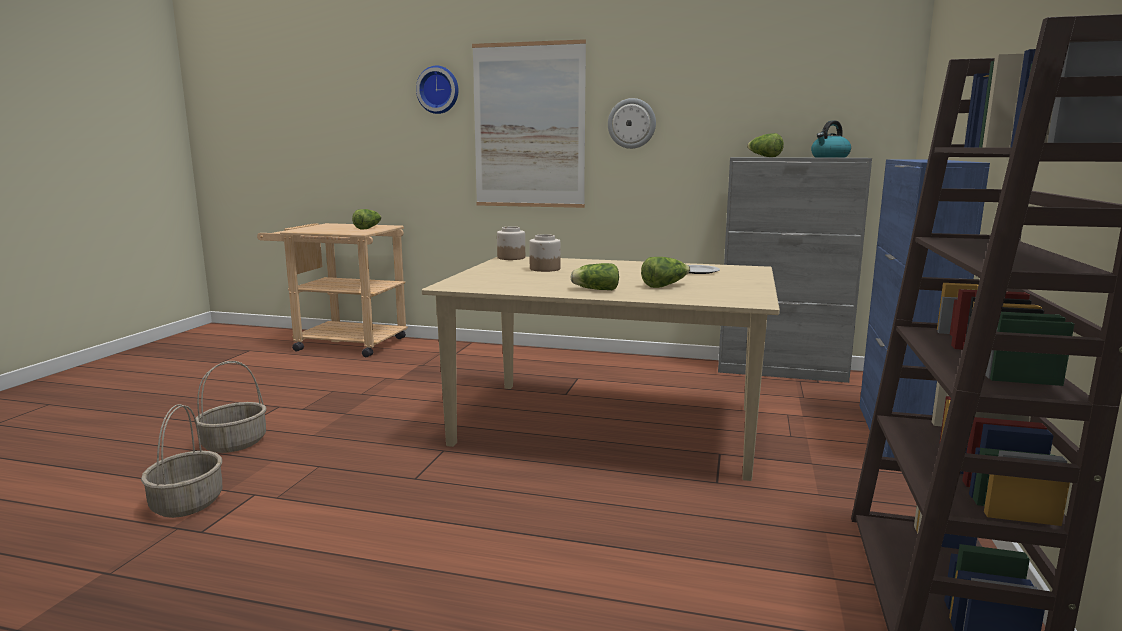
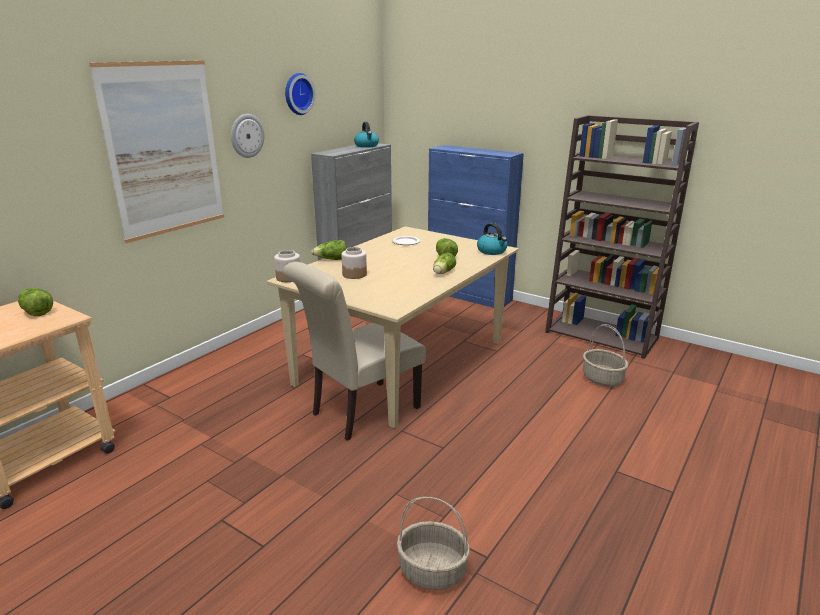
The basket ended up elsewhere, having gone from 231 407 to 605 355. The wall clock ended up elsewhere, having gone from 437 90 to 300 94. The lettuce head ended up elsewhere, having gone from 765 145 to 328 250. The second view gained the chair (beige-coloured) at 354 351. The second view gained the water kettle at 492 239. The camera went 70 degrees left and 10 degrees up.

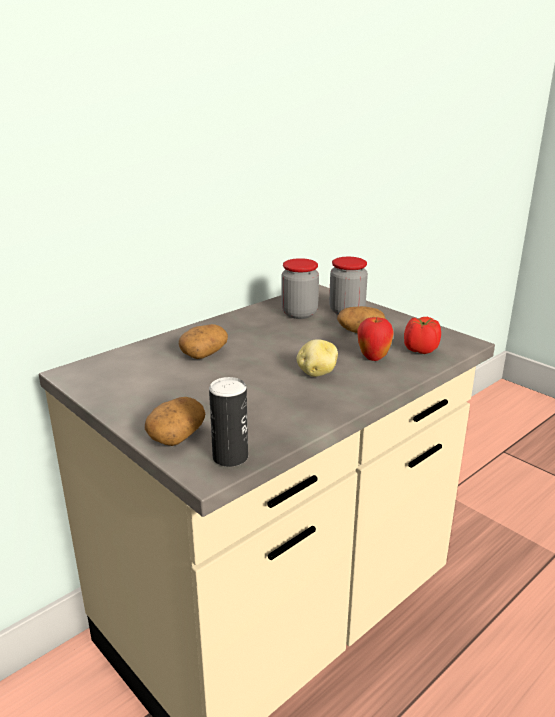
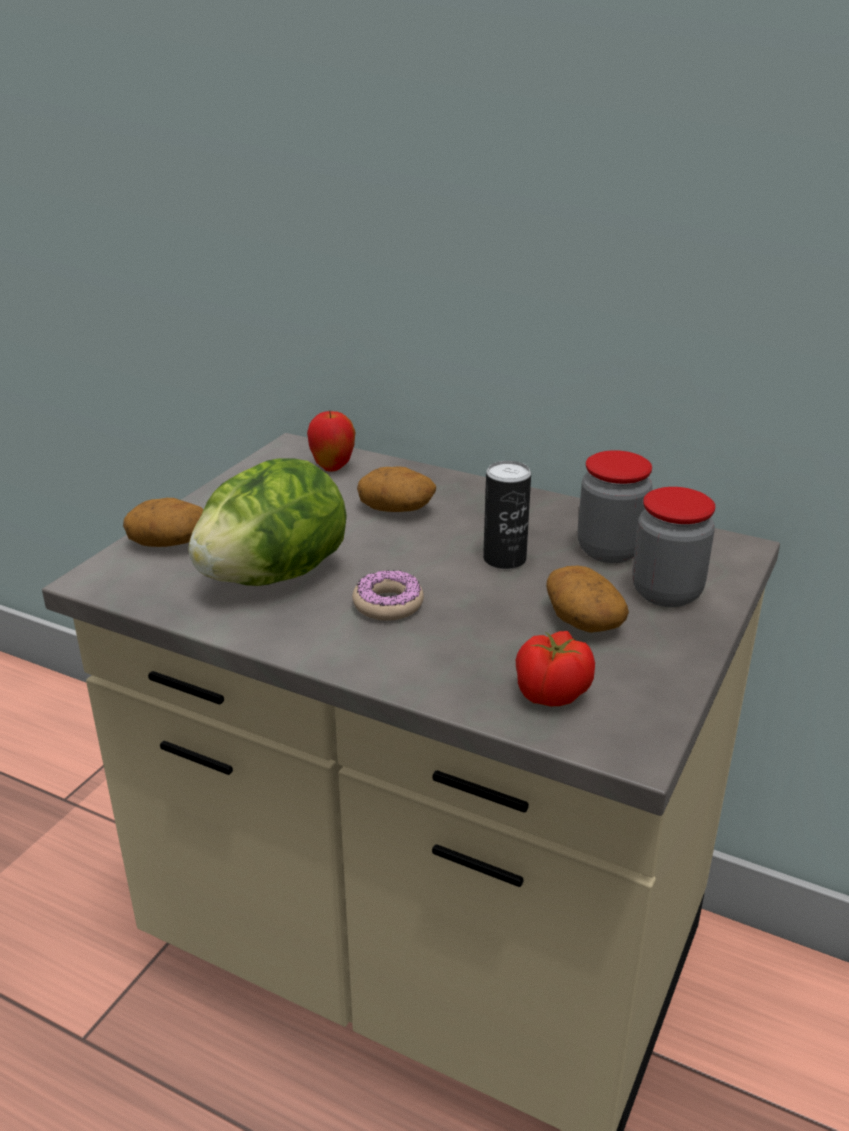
The metal can ended up elsewhere, having gone from 228 422 to 507 515. Where the potato stood at 317 358, the ring doughnut came to stand at 388 595. The apple ended up elsewhere, having gone from 375 339 to 331 441. The second view gained the lettuce head at 267 522. The camera went 70 degrees right and 5 degrees up.

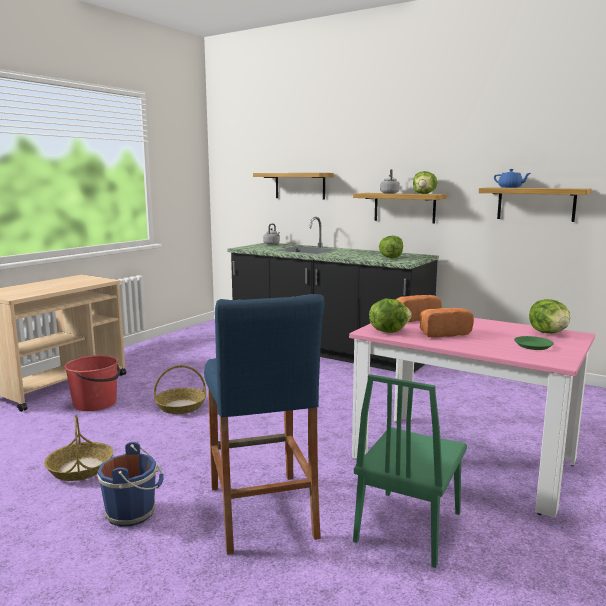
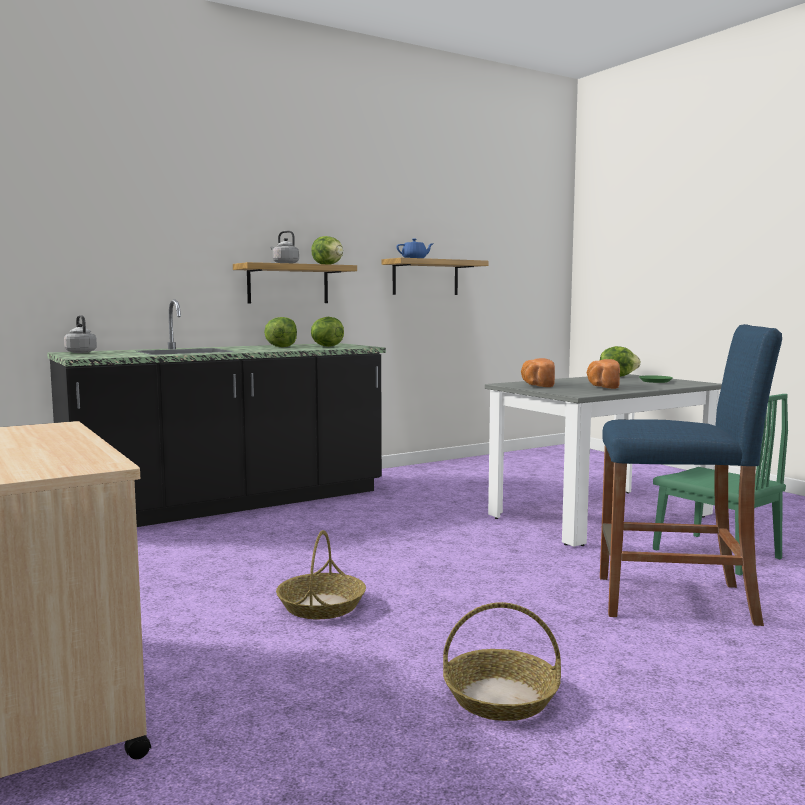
The second view lost the bucket (red) at 92 383. The second view lost the bucket (blue) at 130 484. The second view lost the bracket shelf at 293 186. What was the kitchen table (pink) at 472 418 turned into the kitchen table (grey) at 603 460. The lettuce head ended up elsewhere, having gone from 390 315 to 280 332. The camera went 65 degrees left and 5 degrees down.

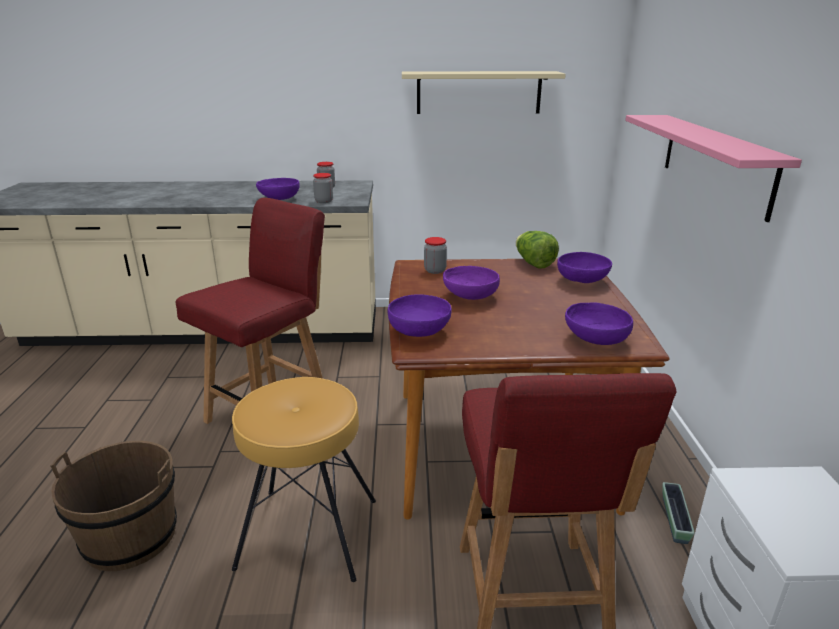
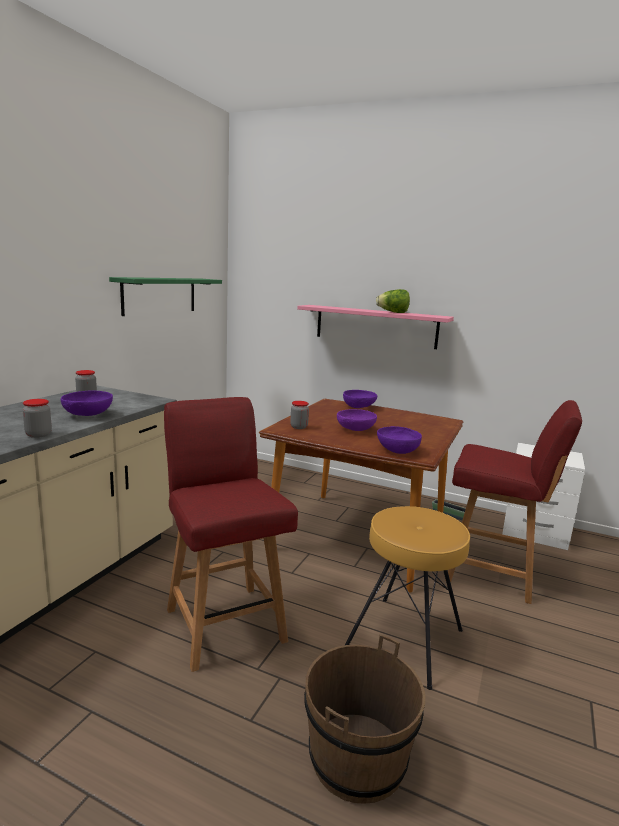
The storage jar ended up elsewhere, having gone from 323 188 to 37 418. What was the bracket shelf (beige-coloured) at 484 92 turned into the bracket shelf (green-coloured) at 165 296. The lettuce head ended up elsewhere, having gone from 537 250 to 393 301. The second view lost the bowl (purple-coloured) at 599 323. The camera went 65 degrees left and 10 degrees down.

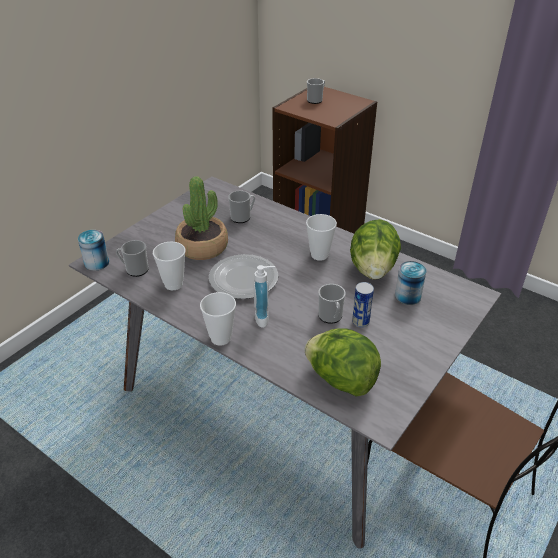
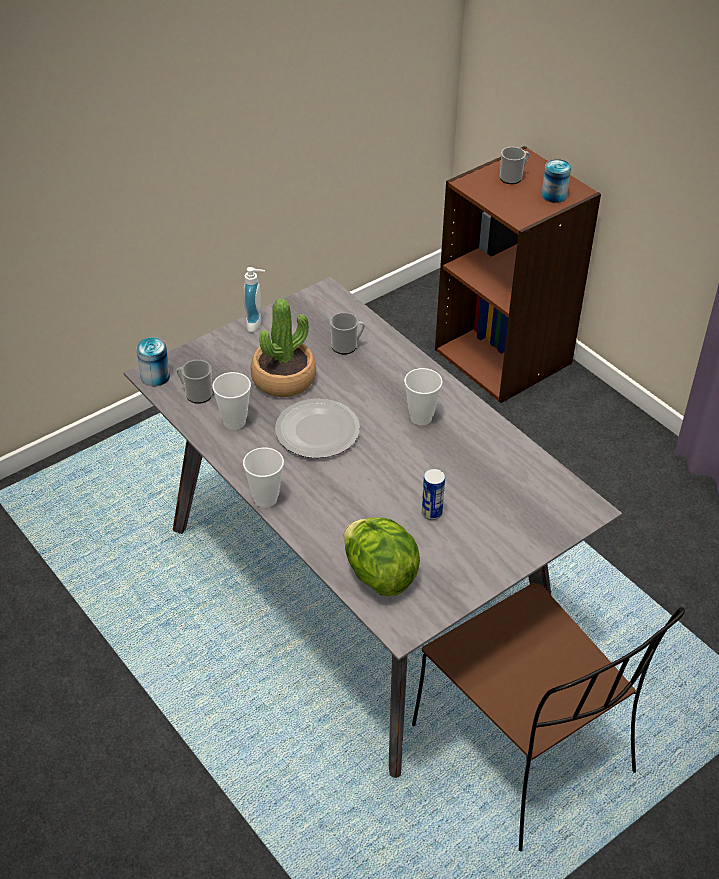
The soap dispenser ended up elsewhere, having gone from 264 296 to 254 299. The second view lost the mug at 332 304. The second view lost the lettuce head at 375 249. The metal can ended up elsewhere, having gone from 410 283 to 556 181. The camera went 15 degrees right and 5 degrees up.

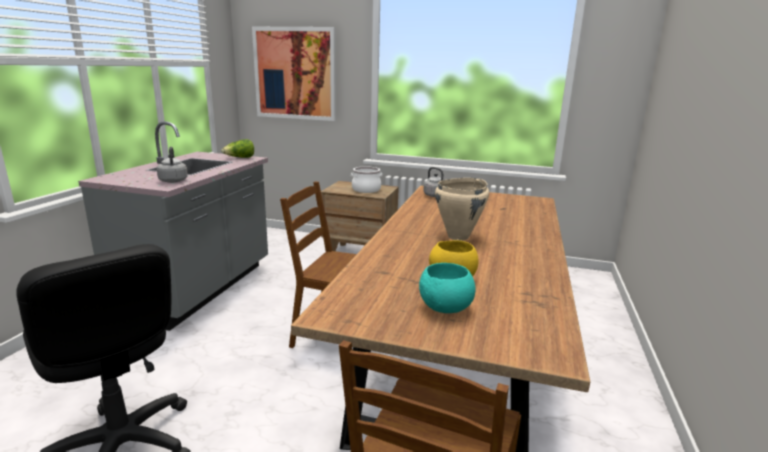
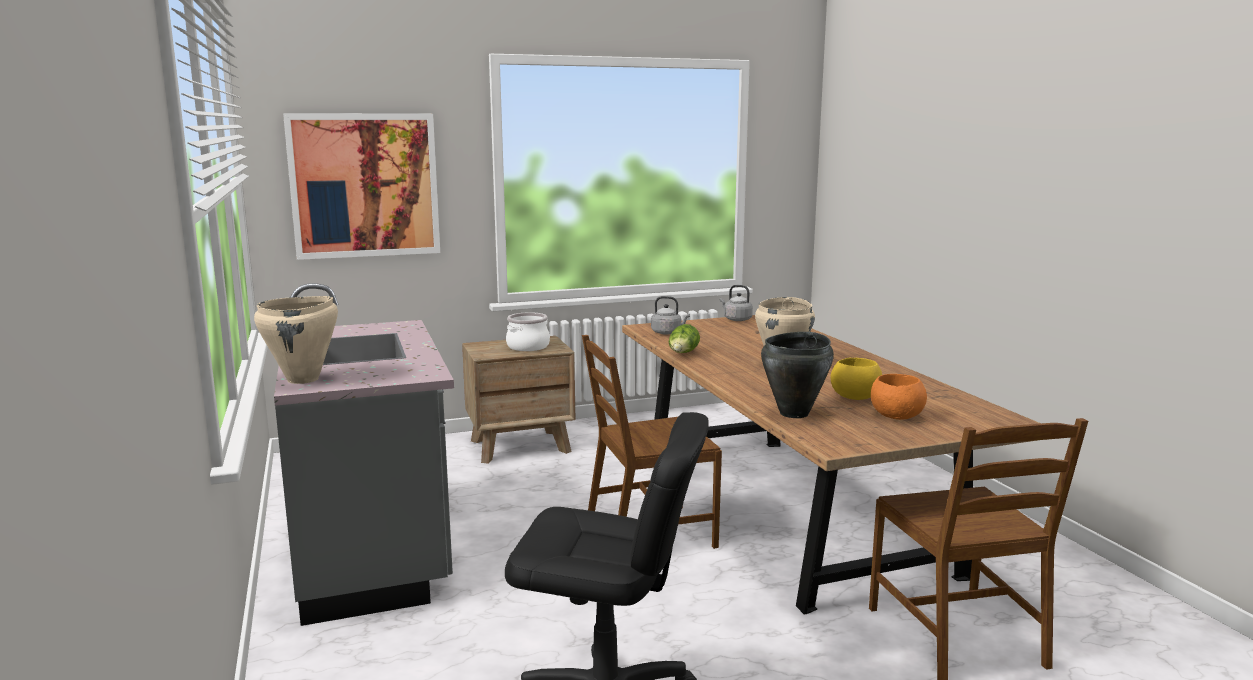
The water kettle (grey) ended up elsewhere, having gone from 172 164 to 736 303. The lettuce head ended up elsewhere, having gone from 237 148 to 684 338. What was the bowl (turquoise-coloured) at 447 288 turned into the bowl (orange) at 899 397. The second view gained the stockpot (beige-coloured) at 296 340. The second view gained the stockpot (blackish) at 797 375. The camera went 35 degrees left and 5 degrees down.

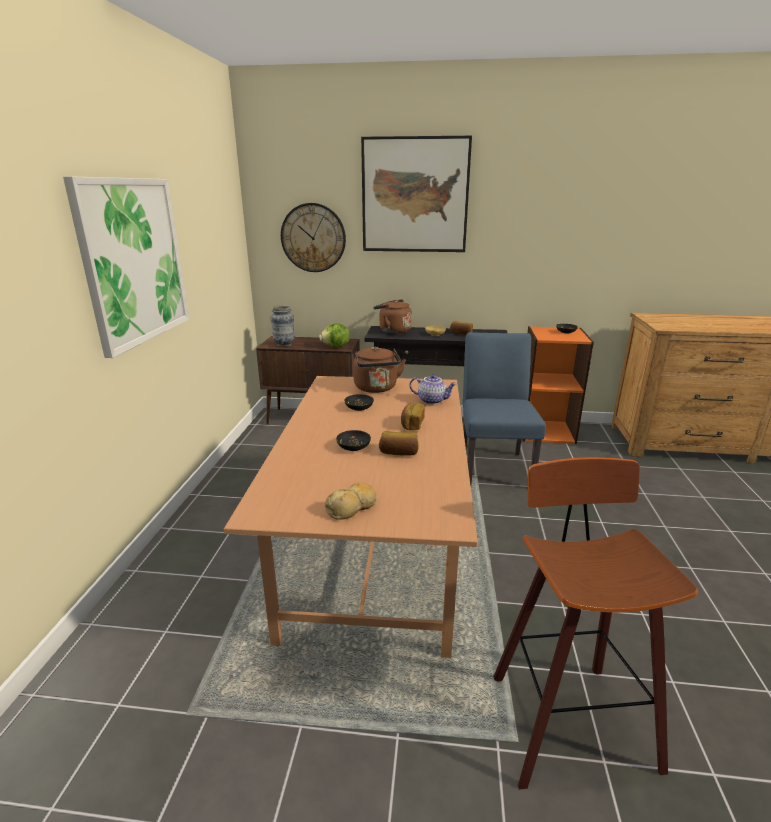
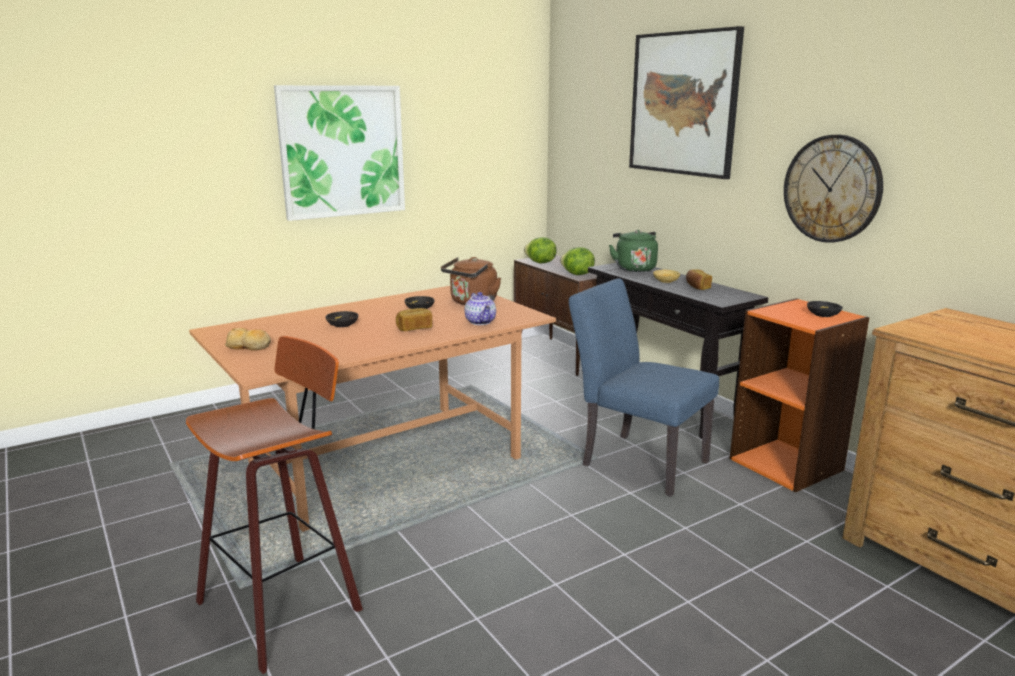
Where the vase stood at 282 326, the lettuce head came to stand at 540 250. The wall clock ended up elsewhere, having gone from 313 237 to 833 189. What was the water kettle (brown-coloured) at 392 316 turned into the water kettle (green-coloured) at 633 251. The second view lost the bread at 398 443. The chair (blue) at 504 409 ended up facing another way, 105 degrees counterclockwise from before. The camera went 50 degrees right and 5 degrees down.

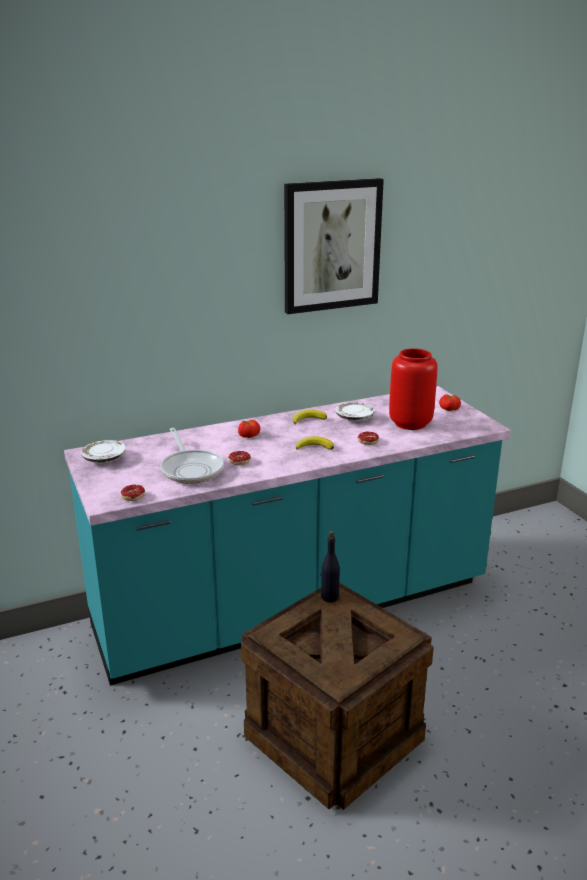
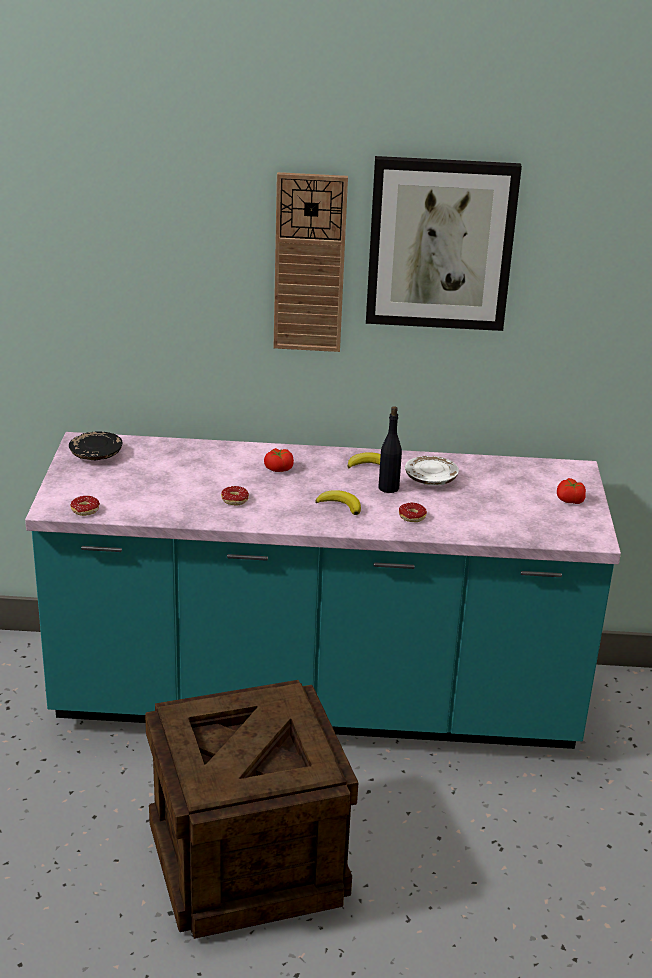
What was the dinner plate (white) at 103 451 turned into the dinner plate (blackish) at 96 445. The second view lost the skillet at 192 456. The beverage bottle (blackish) ended up elsewhere, having gone from 330 567 to 390 449. The second view lost the vase (red) at 413 389. The second view gained the wall clock at 311 262. The camera went 25 degrees right and 5 degrees up.

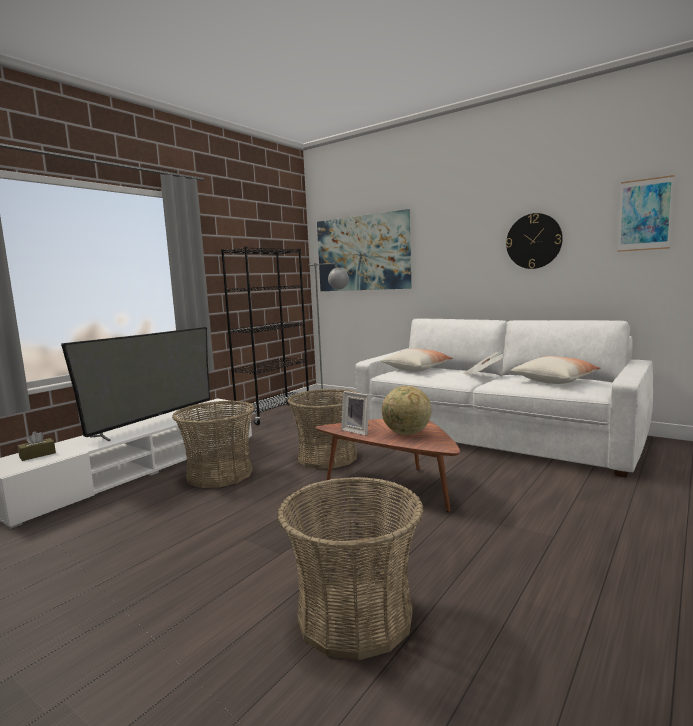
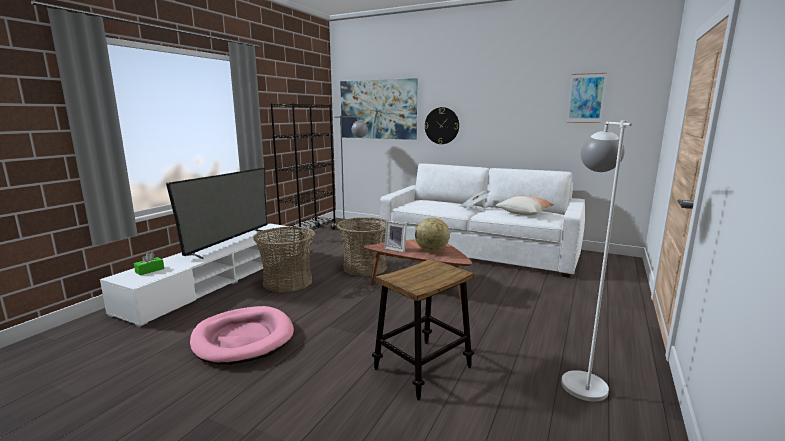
What was the box of tissues (brown-coloured) at 36 446 turned into the box of tissues (green-coloured) at 149 263. Where the basket stood at 350 568, the sitting stool came to stand at 423 329. The second view lost the pillow at 417 360. The wall clock ended up elsewhere, having gone from 534 241 to 442 125. The second view gained the pet bed (pink) at 242 335. The second view gained the floor lamp (white) at 596 261. The camera went 10 degrees left and 5 degrees up.

